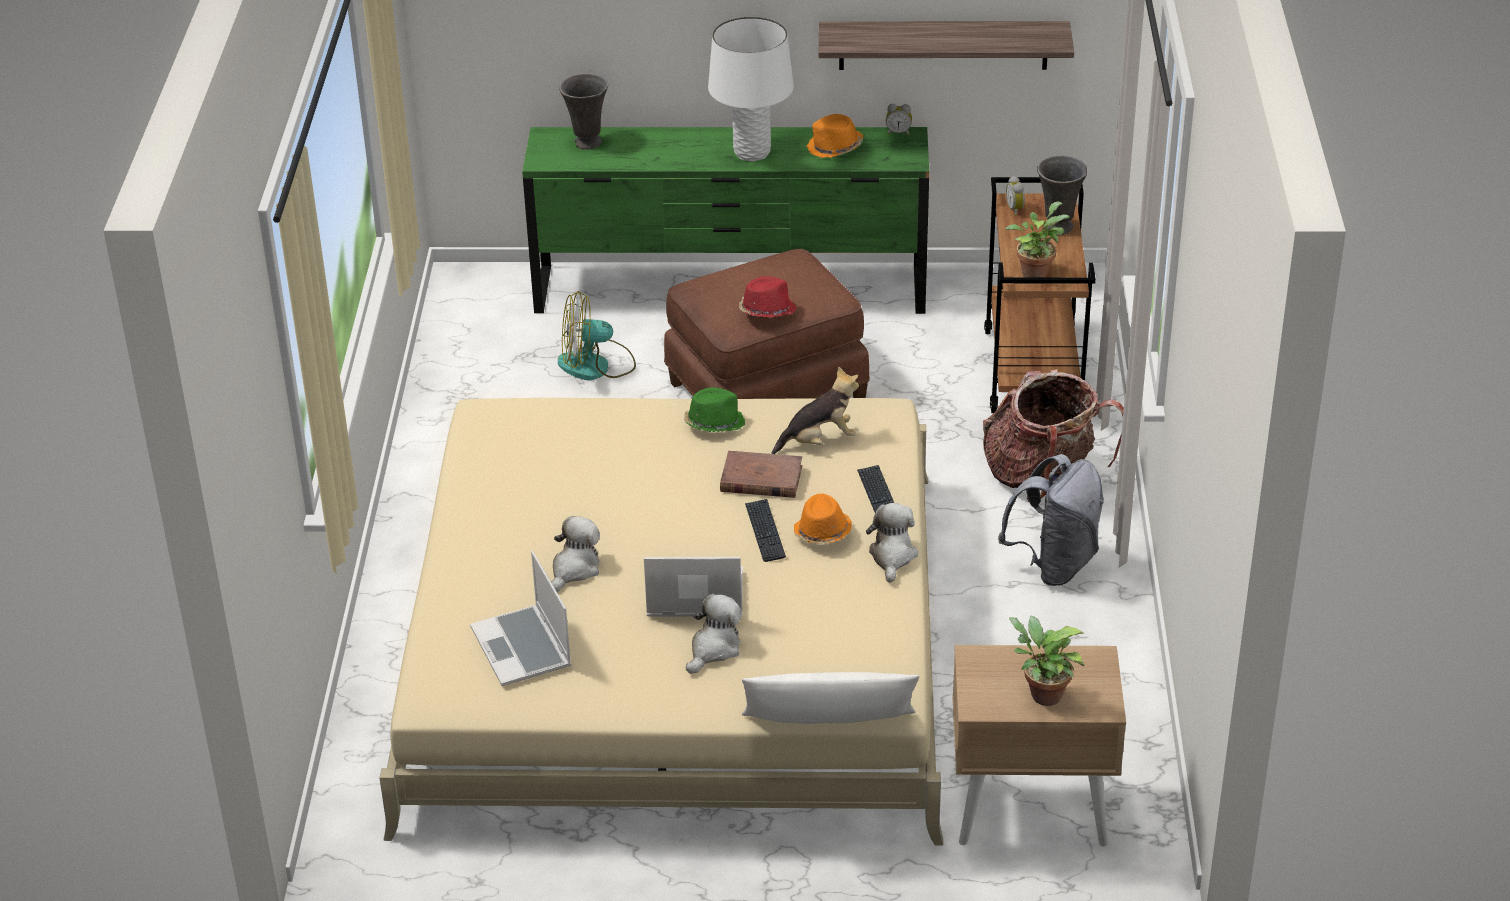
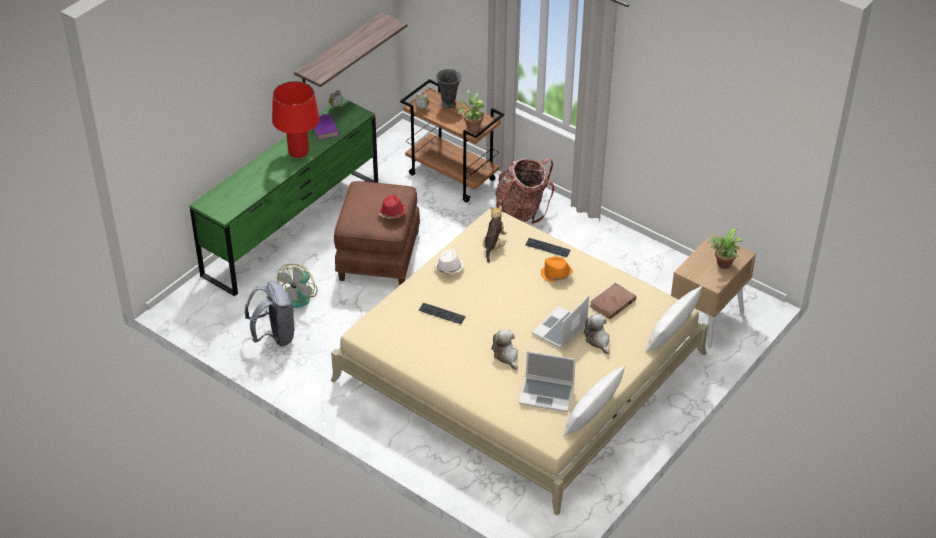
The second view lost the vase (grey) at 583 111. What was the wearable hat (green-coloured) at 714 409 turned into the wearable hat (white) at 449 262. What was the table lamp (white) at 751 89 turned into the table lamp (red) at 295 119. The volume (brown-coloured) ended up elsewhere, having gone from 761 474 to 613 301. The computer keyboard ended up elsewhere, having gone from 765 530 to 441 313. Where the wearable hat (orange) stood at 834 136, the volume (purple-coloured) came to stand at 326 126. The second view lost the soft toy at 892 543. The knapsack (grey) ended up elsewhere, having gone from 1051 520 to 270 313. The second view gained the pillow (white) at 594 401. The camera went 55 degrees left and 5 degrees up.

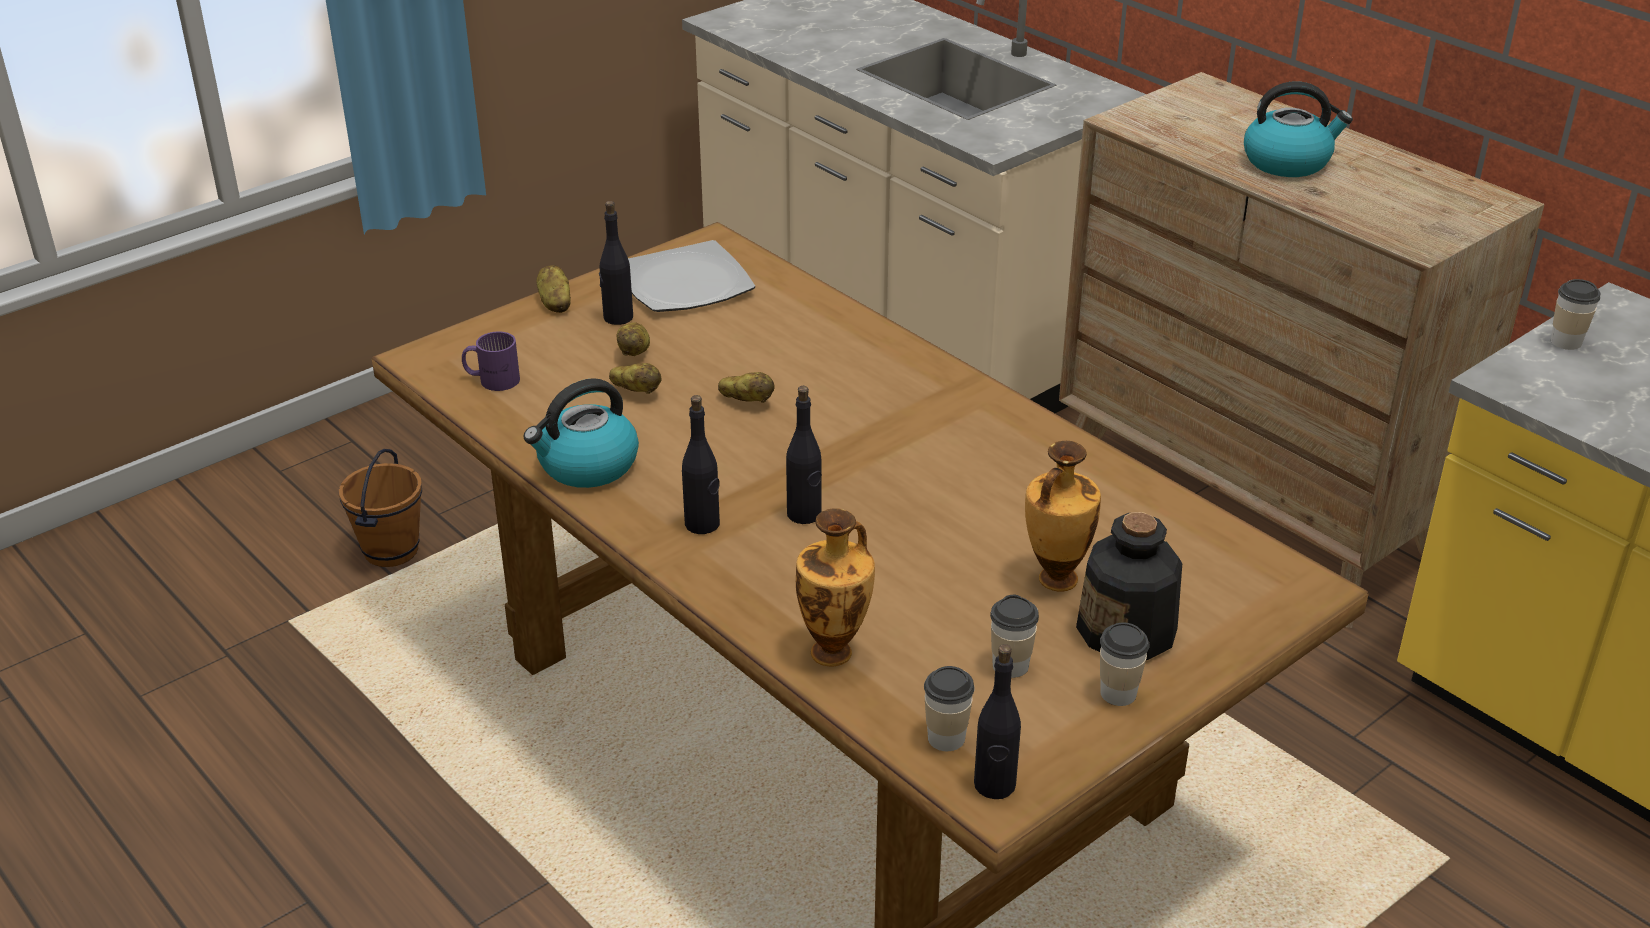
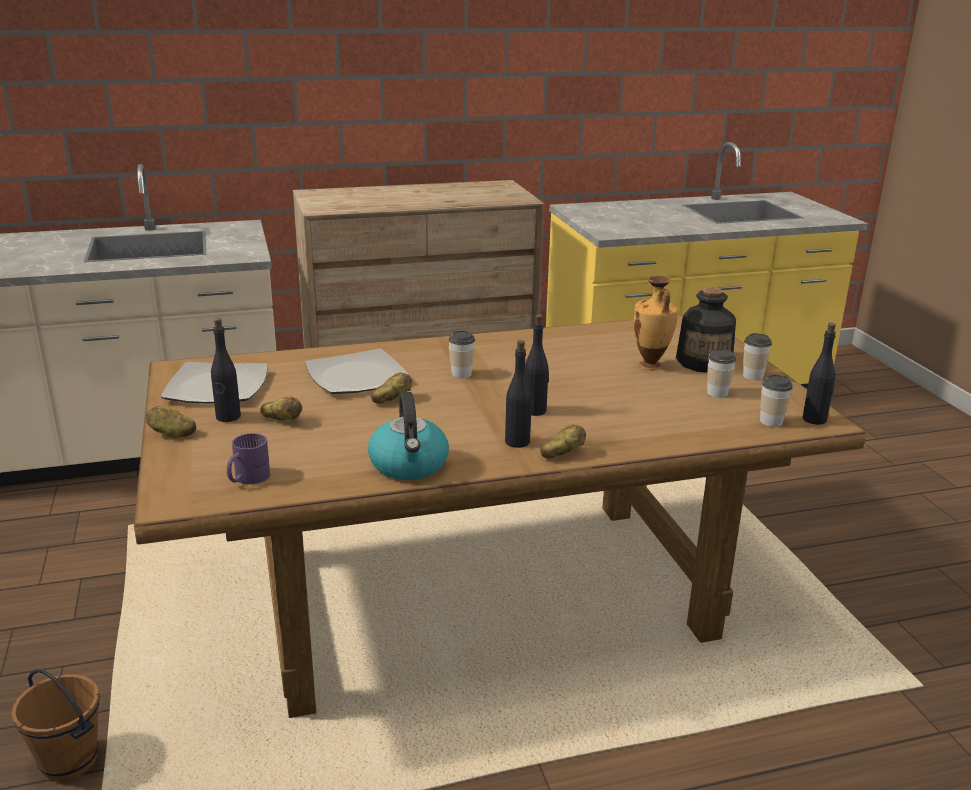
The potato ended up elsewhere, having gone from 635 378 to 563 441. The second view lost the vase at 835 587. The second view lost the water kettle at 1298 129. The drinking cup ended up elsewhere, having gone from 1575 314 to 461 354. The second view gained the dinner plate at 357 371. The camera went 65 degrees left and 10 degrees down.

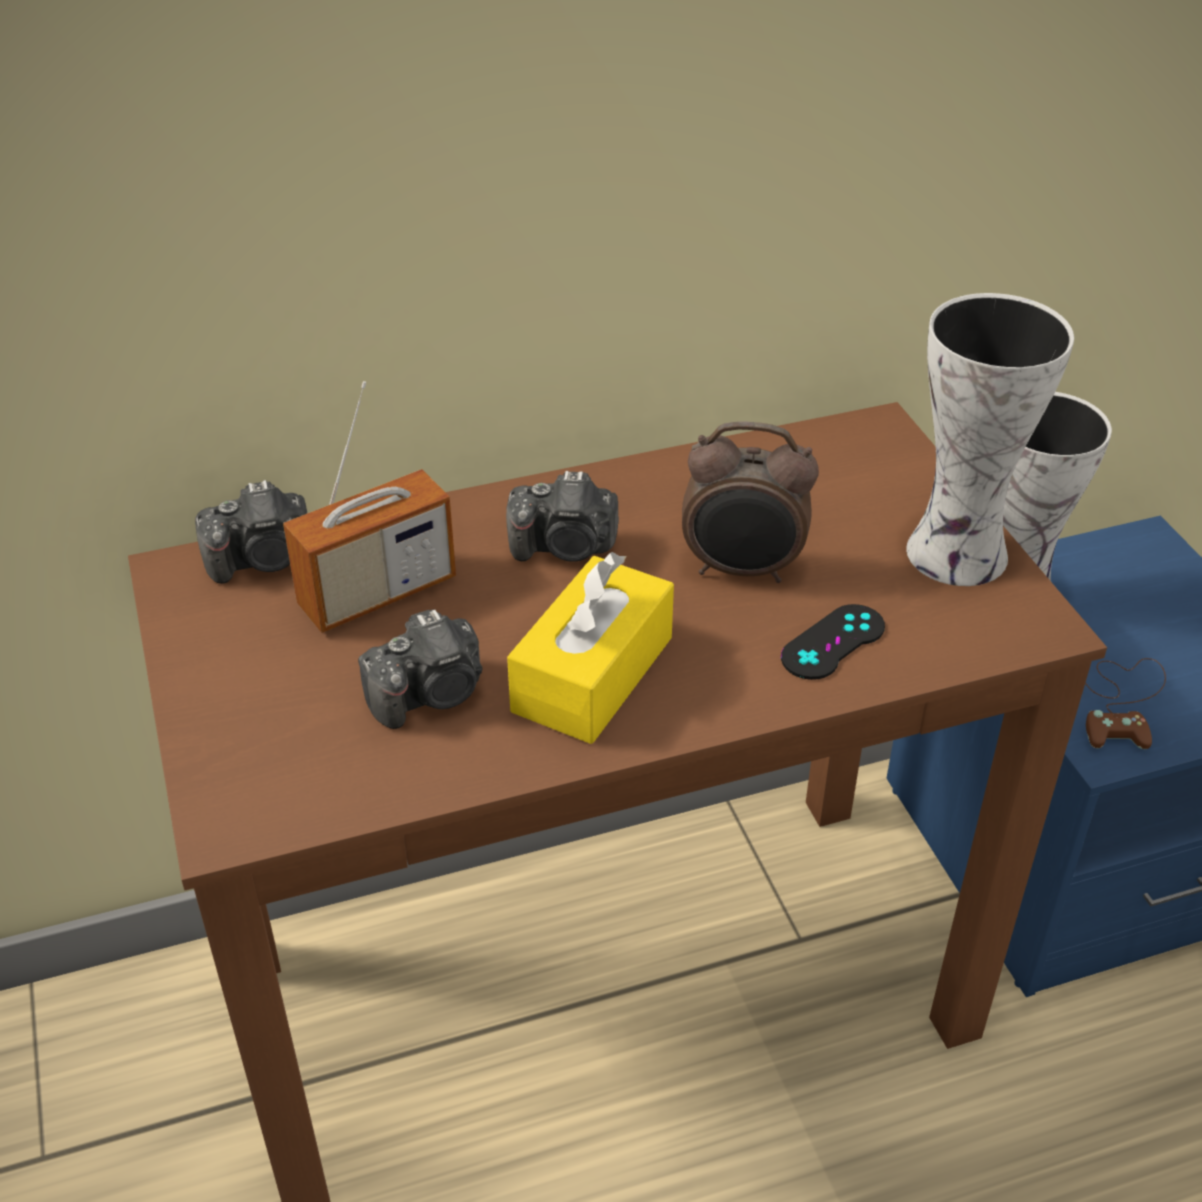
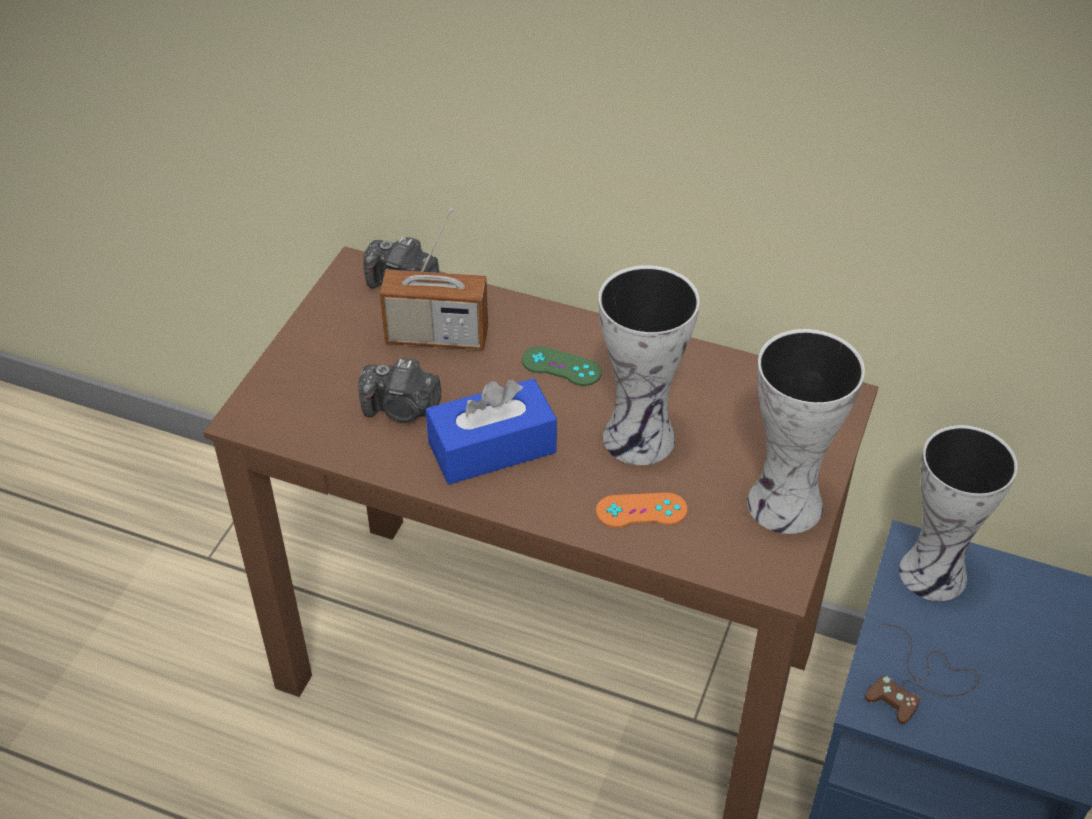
Where the photo camera stood at 562 516, the joypad (green-coloured) came to stand at 562 366. What was the box of tissues (yellow-coloured) at 590 648 turned into the box of tissues (blue) at 491 431. Where the bedside clock stood at 750 502, the vase came to stand at 649 365. What was the joypad (blackish) at 833 642 turned into the joypad (orange) at 641 510. The camera went 40 degrees right and 5 degrees up.

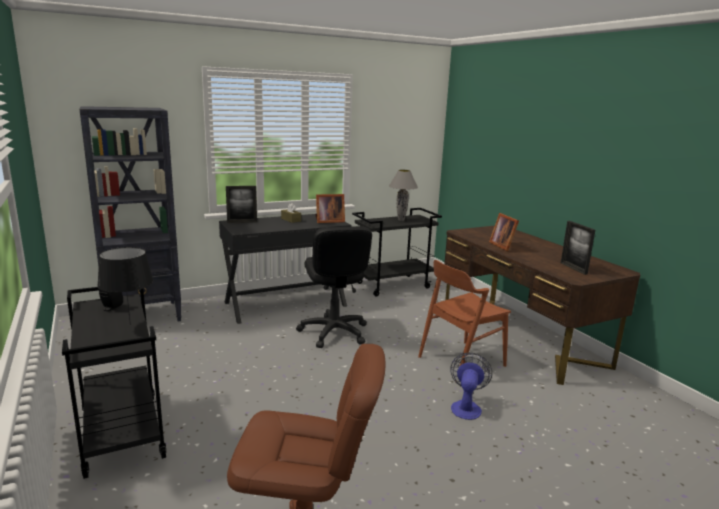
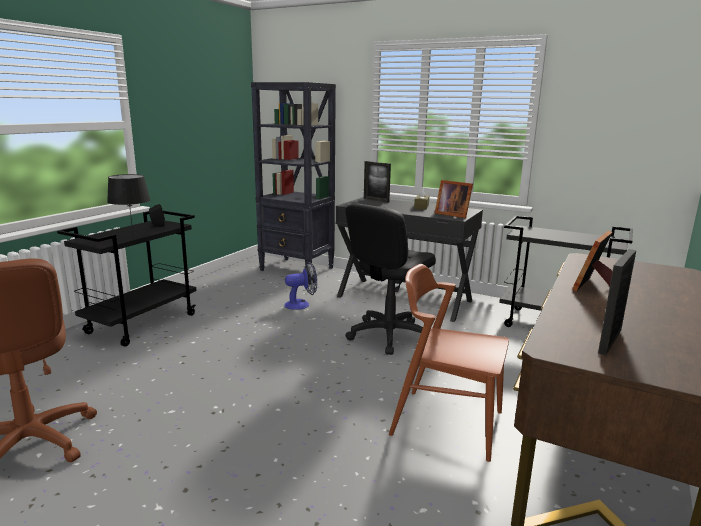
The second view lost the table lamp (grey) at 403 195. The electric fan ended up elsewhere, having gone from 471 386 to 300 286. The camera went 55 degrees right and 0 degrees up.

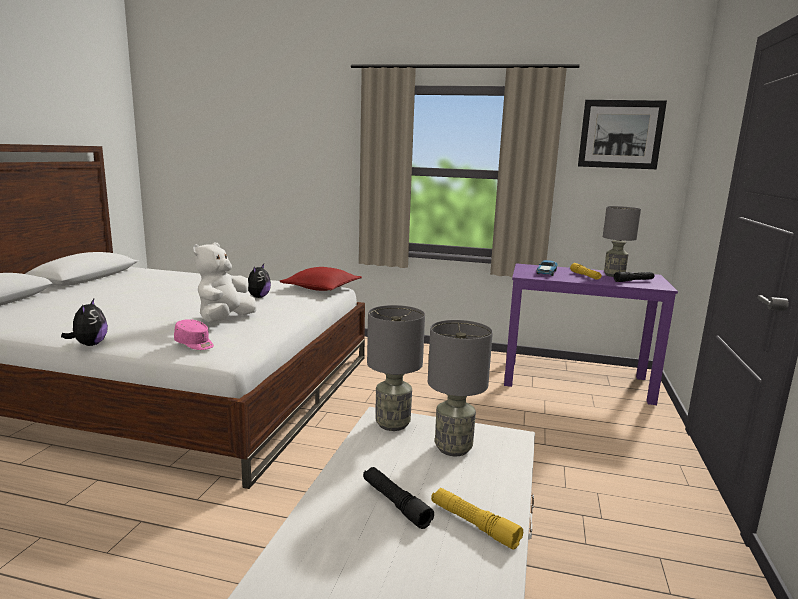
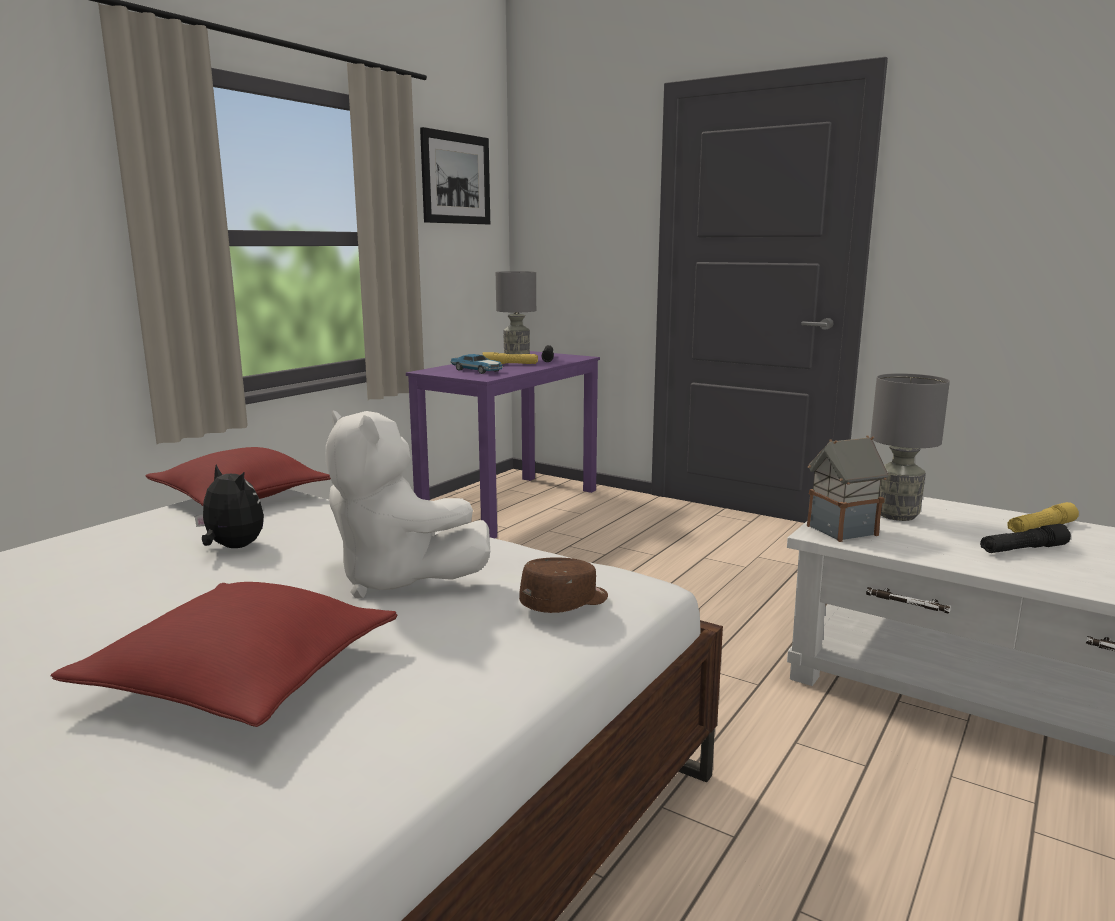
The second view lost the soft toy at 84 322. What was the cap (pink) at 194 334 turned into the cap (brown-coloured) at 563 585. Where the table lamp (grey) stood at 396 368, the toy house came to stand at 848 489. The second view gained the pillow (red) at 223 654. The camera went 70 degrees left and 0 degrees up.

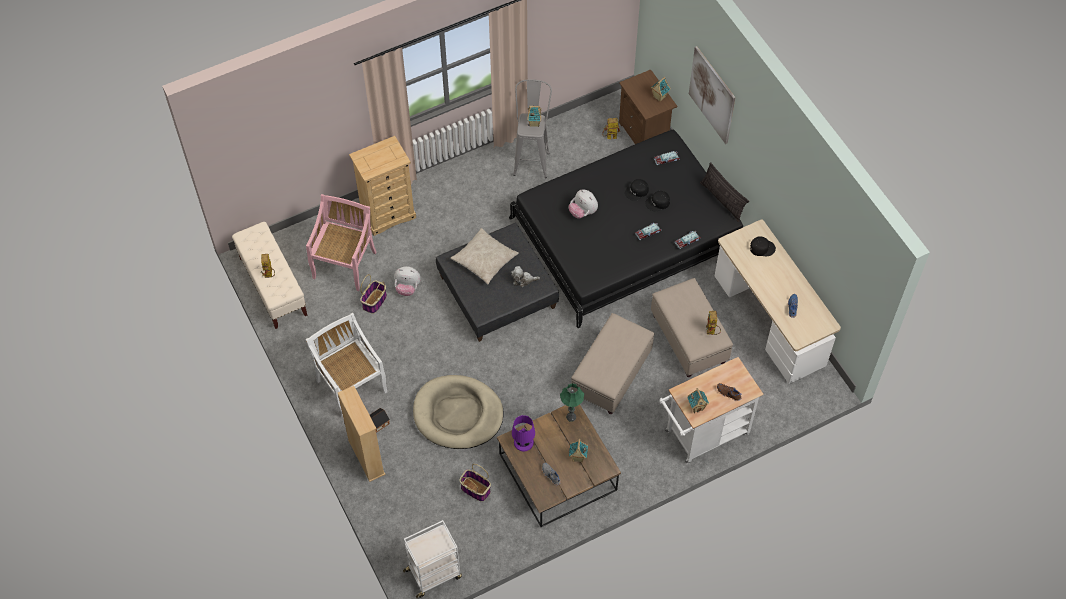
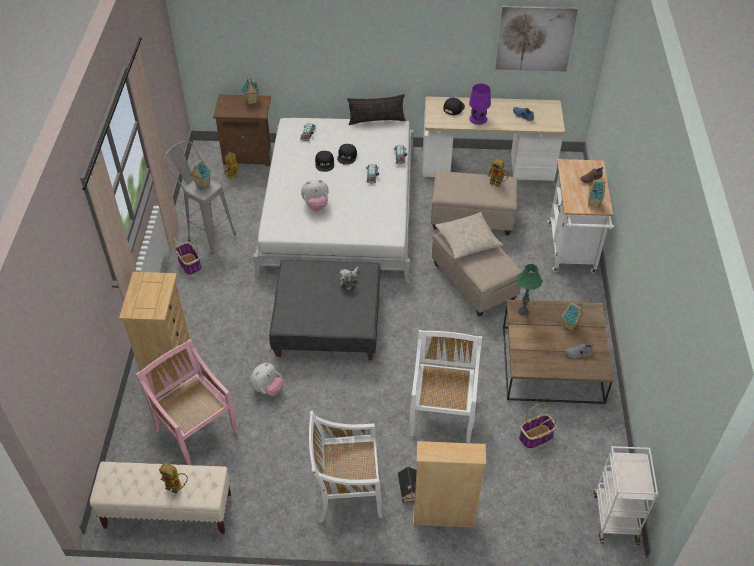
The basket ended up elsewhere, having gone from 373 293 to 187 253. Where the pet bed (beige-coloured) stood at 458 412, the chair (white) came to stand at 446 386. The pillow (beige-coloured) ended up elsewhere, having gone from 485 256 to 469 235. What was the bedroom bed (blackish) at 626 228 turned into the bedroom bed (white) at 333 200. The table lamp (purple-coloured) ended up elsewhere, having gone from 523 433 to 480 104. The wall picture ended up elsewhere, having gone from 712 95 to 536 39. The camera went 60 degrees left and 10 degrees down.

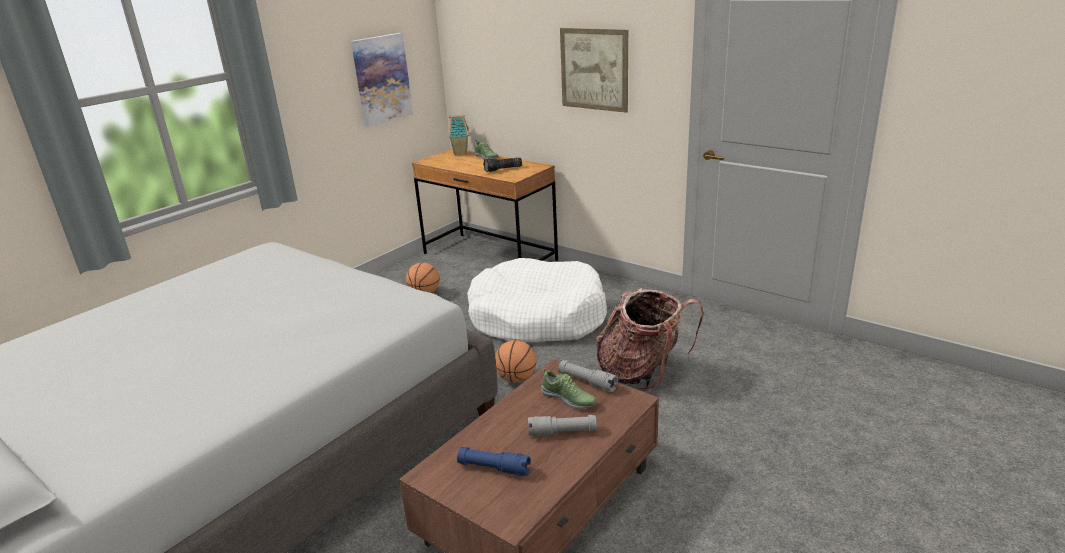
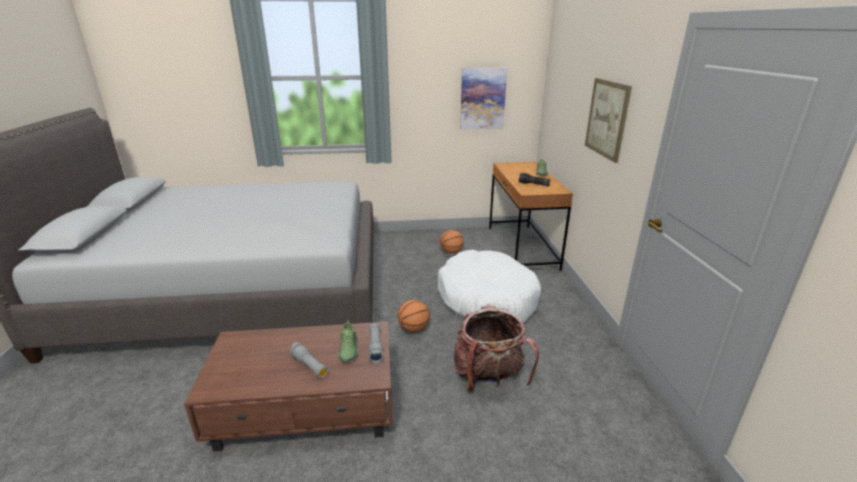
The second view lost the toy house at 459 135. The second view lost the hand torch (blue) at 494 461. The camera went 45 degrees right and 0 degrees up.

